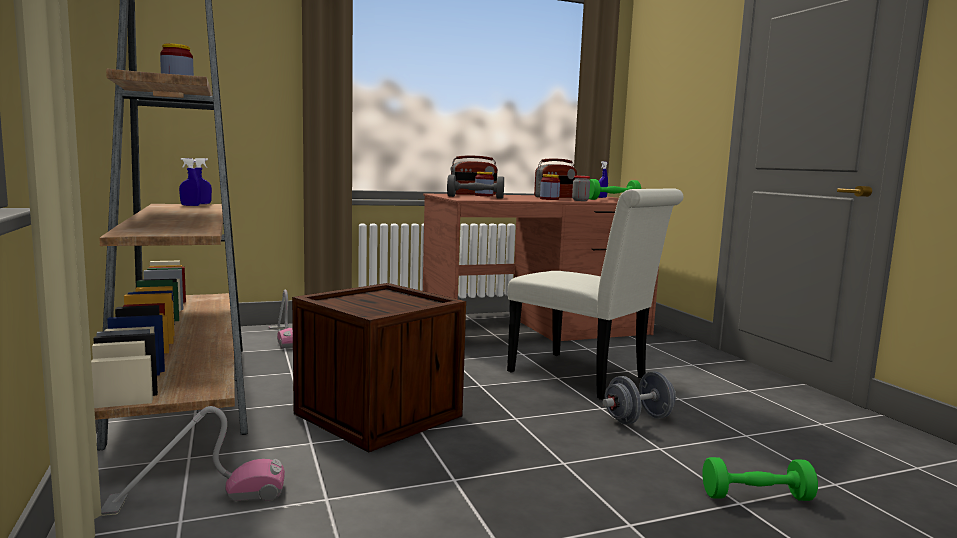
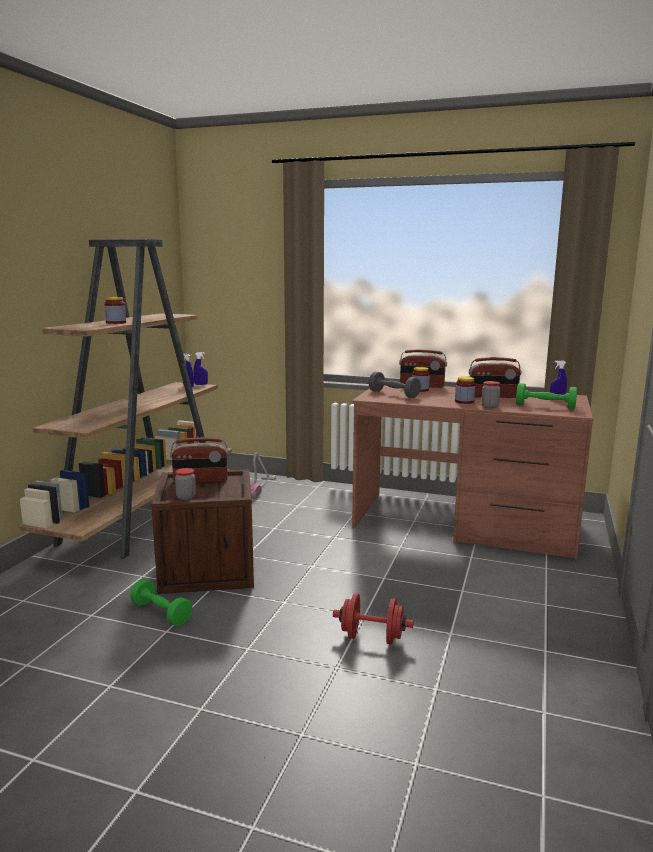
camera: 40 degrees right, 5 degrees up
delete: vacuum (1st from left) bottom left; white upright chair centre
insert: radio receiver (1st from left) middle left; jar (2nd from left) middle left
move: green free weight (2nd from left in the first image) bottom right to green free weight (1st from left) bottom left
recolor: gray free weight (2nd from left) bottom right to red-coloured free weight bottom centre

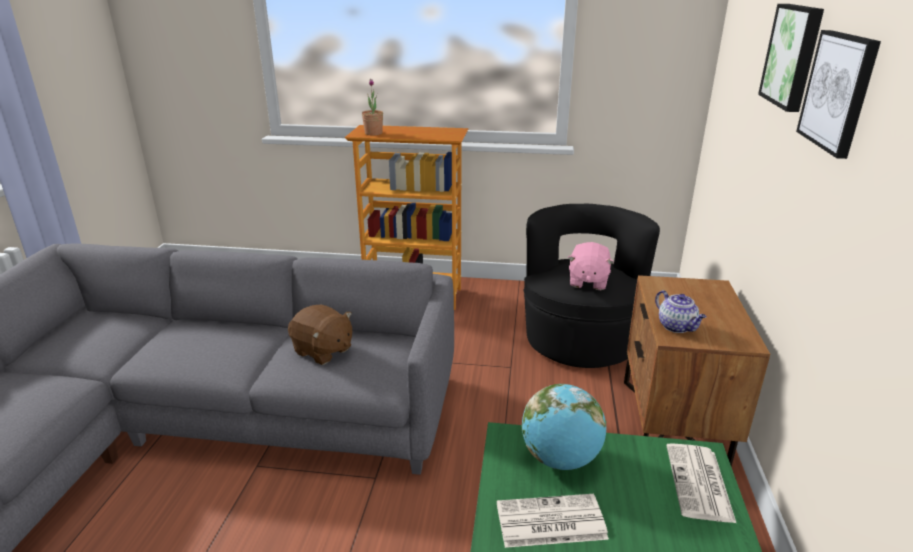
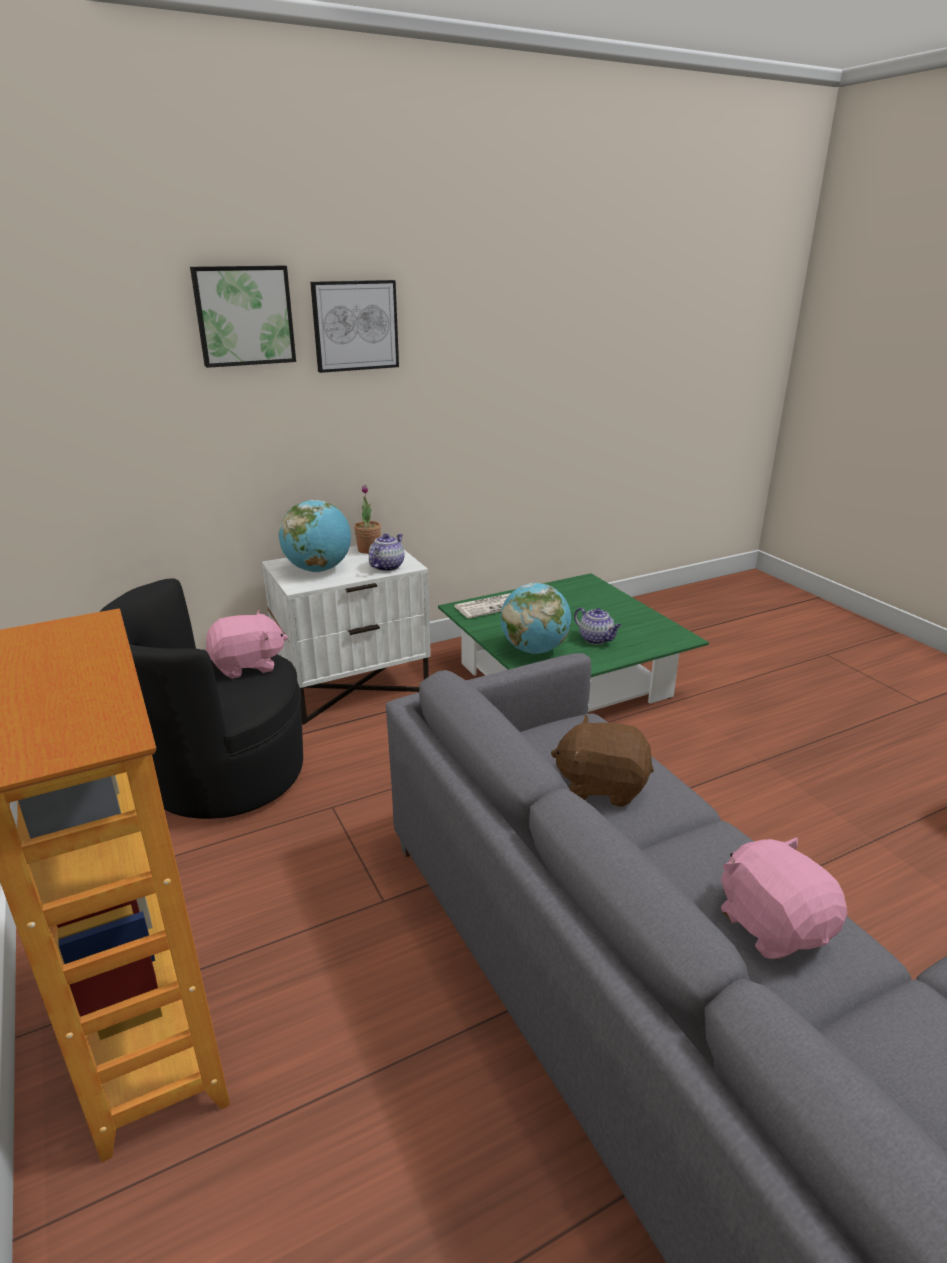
camera: 125 degrees left, 0 degrees up
insert: desk globe (1st from left) middle left; pinkish cuddly toy (2nd from left) bottom right
move: plant in a pot top centre to centre
replace: daily paper (1st from left) bottom centre to pot for tea (2nd from left) centre
recolor: brown nightstand bottom right to white nightstand centre
rotate: brown cuddly toy centre = centre 75 degrees counterclockwise

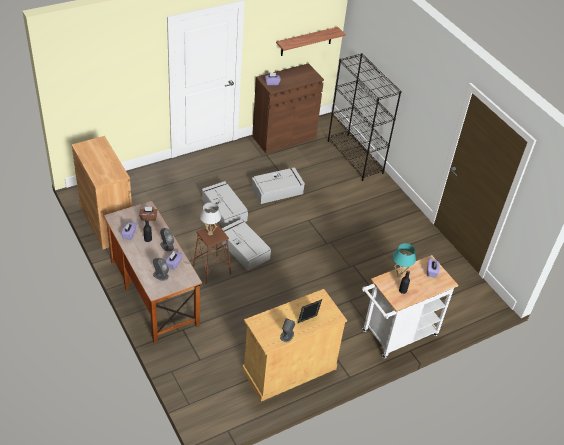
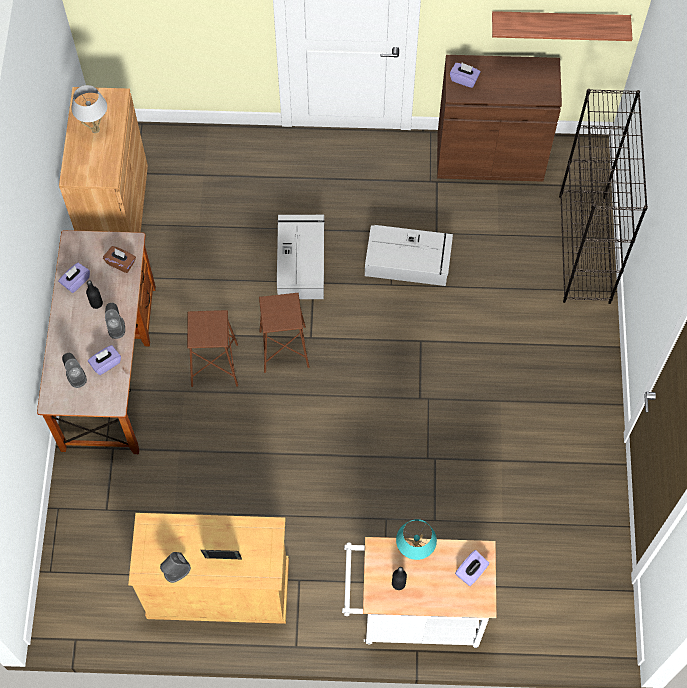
camera: 35 degrees right, 20 degrees up
move: white table lamp centre to top left
replace: gray storage box (2nd from left) centre to brown sitting stool (2nd from left) centre

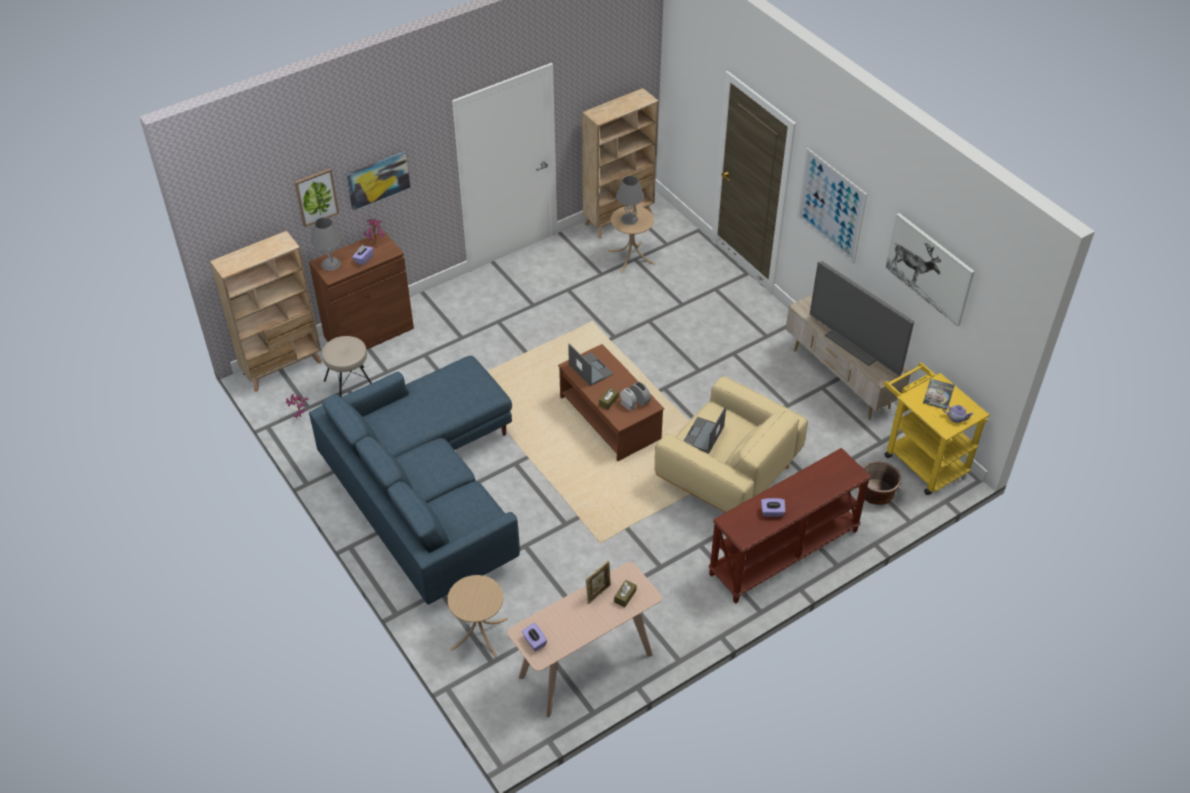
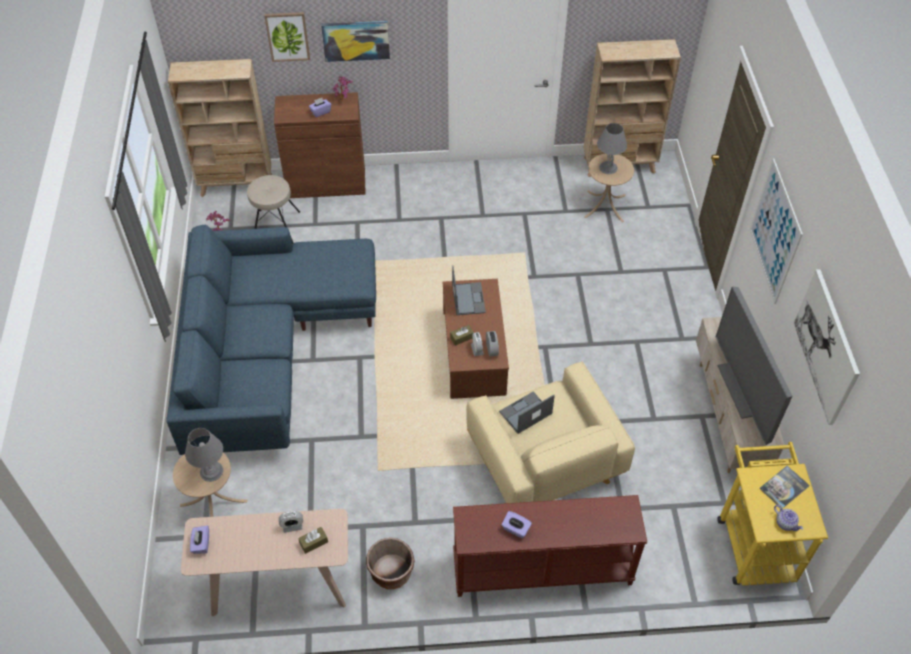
camera: 30 degrees right, 5 degrees up
move: gray table lamp (1st from left) top left to bottom left; brown plant pot middle right to bottom centre
replace: photo frame bottom centre to alarm clock (1st from left) bottom left

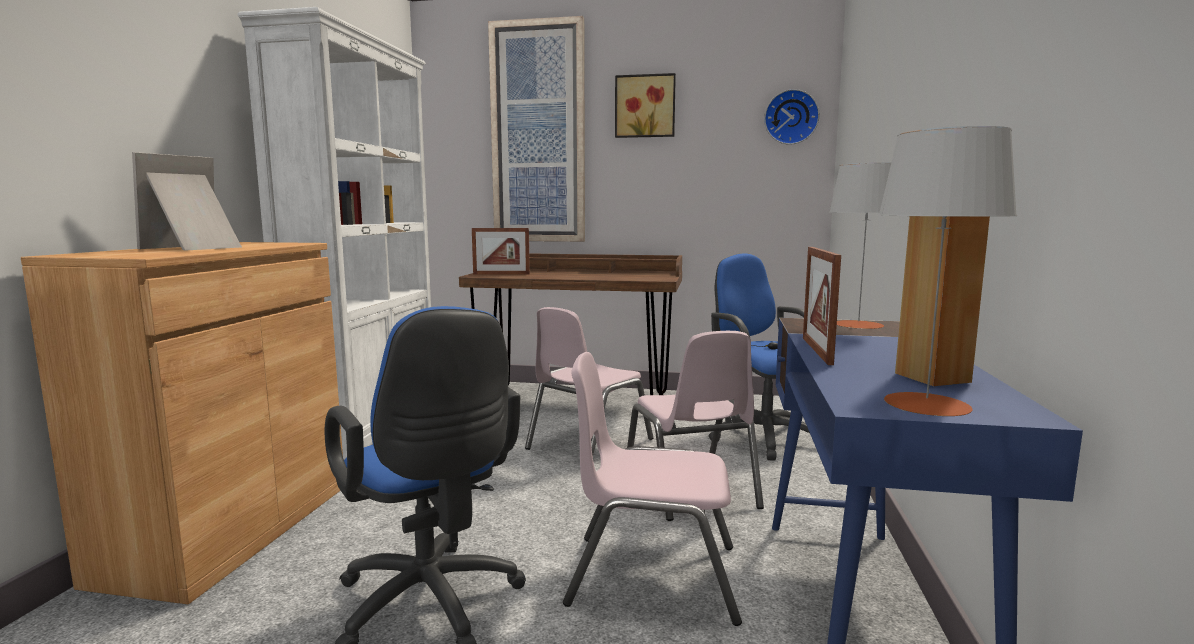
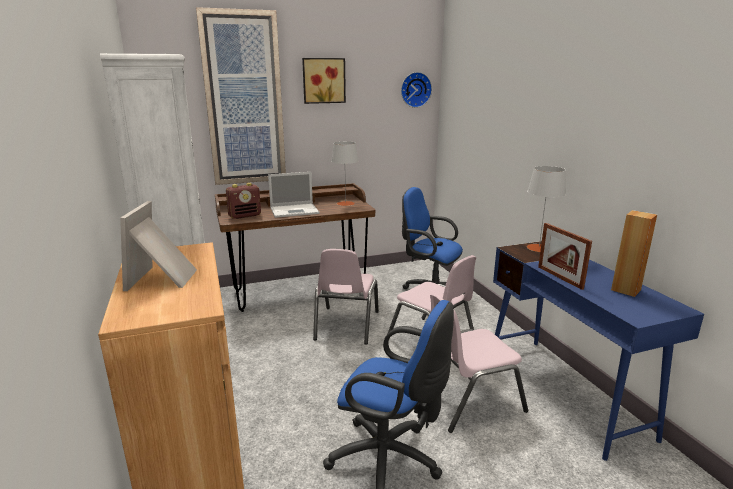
camera: 30 degrees left, 10 degrees up
insert: laptop centre
move: gray table lamp (2nd from left in the first image) middle right to gray table lamp (1st from left) centre
replace: photo frame (2nd from left) centre to radio receiver middle left

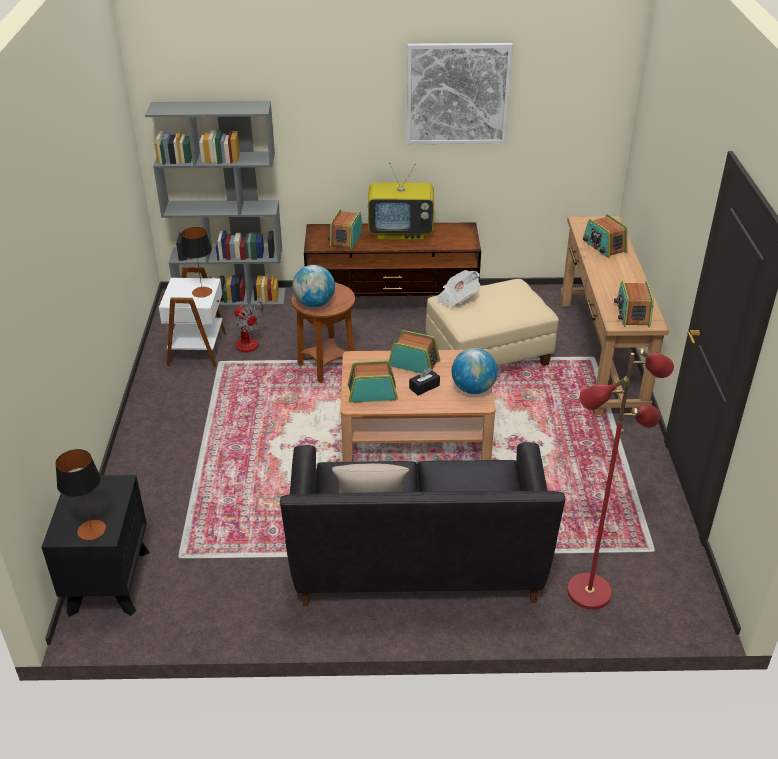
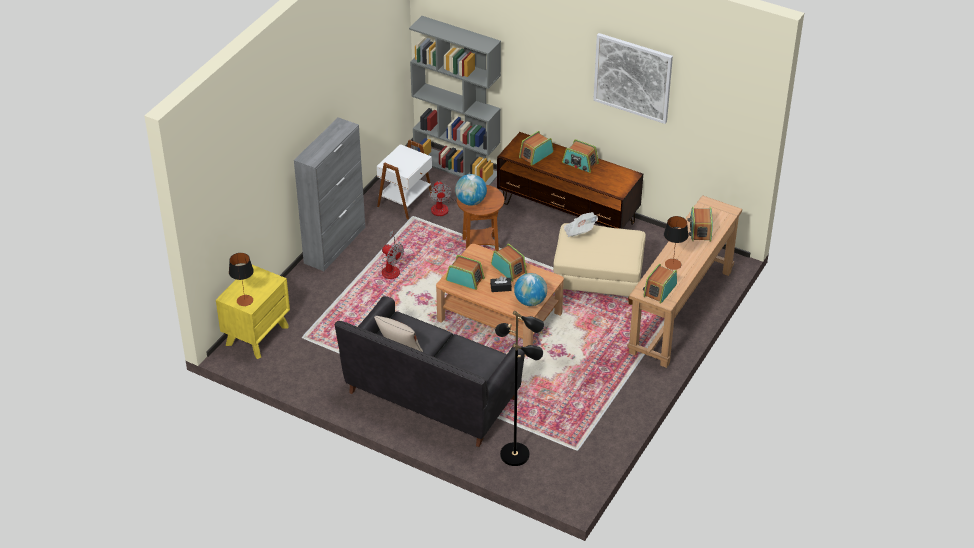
camera: 30 degrees right, 5 degrees up
insert: gray storage cabinet centre; electric fan (1st from left) centre
move: table lamp (2nd from left) middle left to middle right
replace: television top centre to radio receiver (4th from left) top centre
recolor: black-coloured nightstand bottom left to yellow nightstand middle left; red-coloured standard lamp middle right to black-coloured standard lamp bottom centre

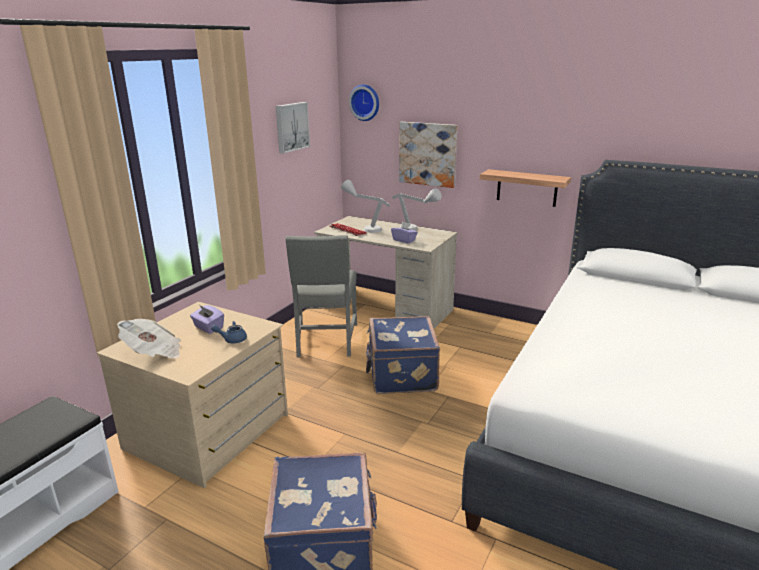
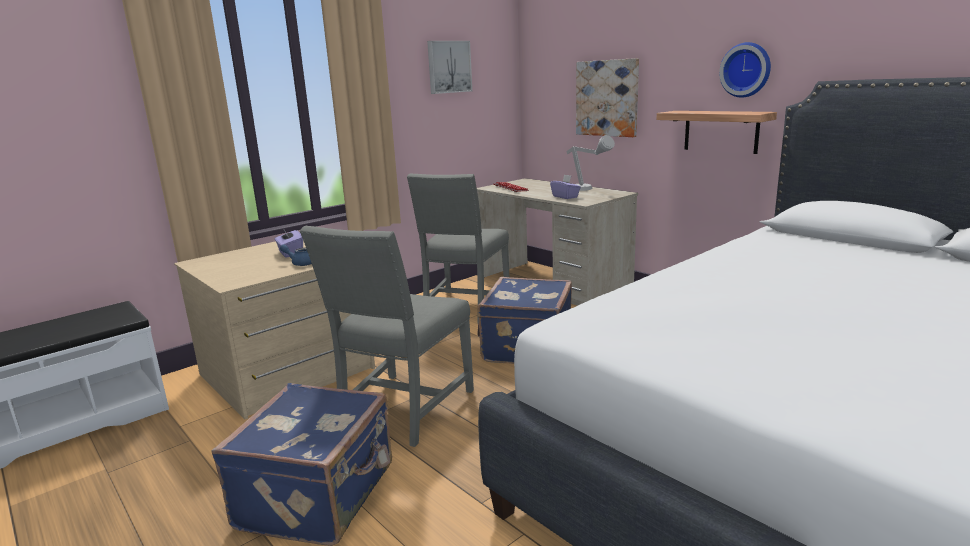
camera: 20 degrees right, 5 degrees down
delete: daily paper middle left; gray table lamp (1st from left) centre
insert: gray upright chair (1st from left) centre
move: wall clock top centre to top right

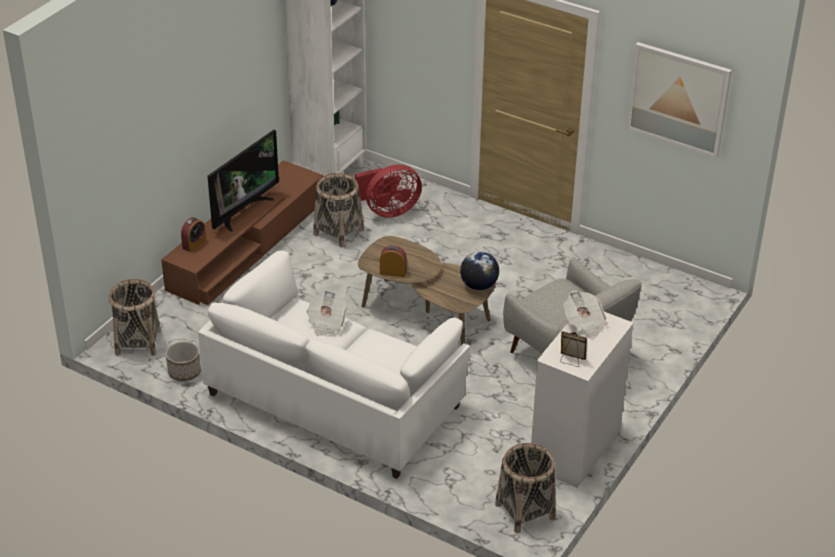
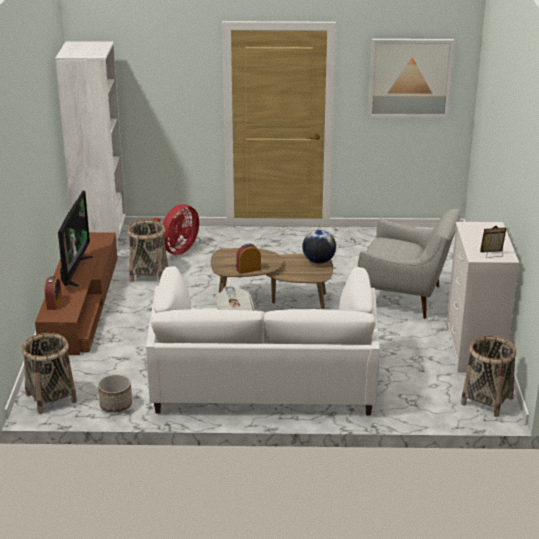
camera: 30 degrees left, 10 degrees down
delete: daily paper (2nd from left) middle right

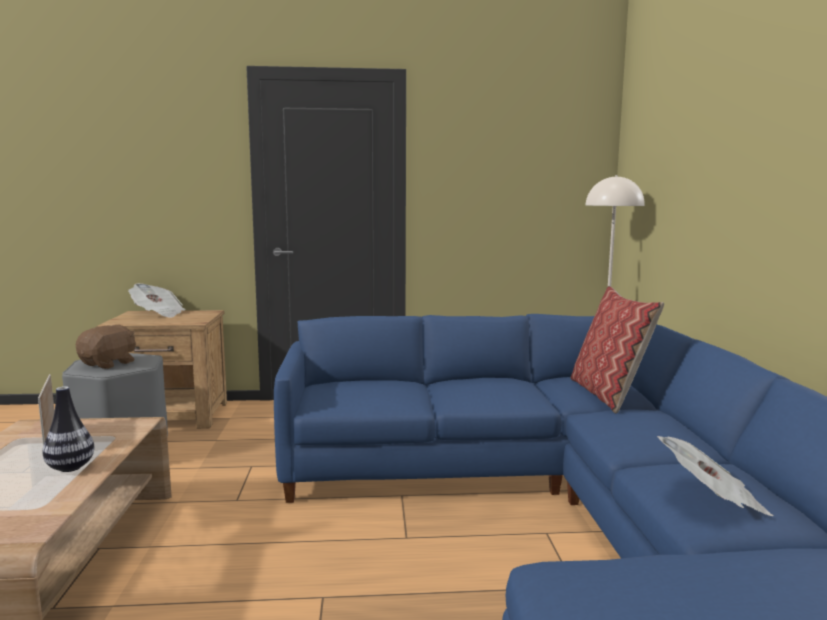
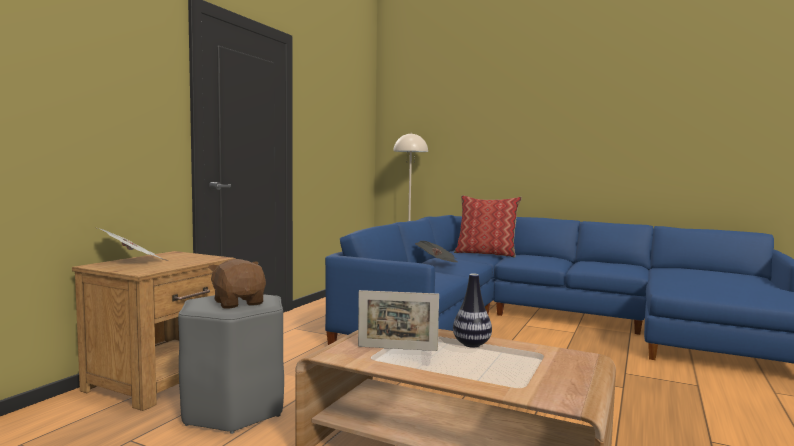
camera: 60 degrees left, 5 degrees down
move: daily paper (2nd from left) bottom right to centre

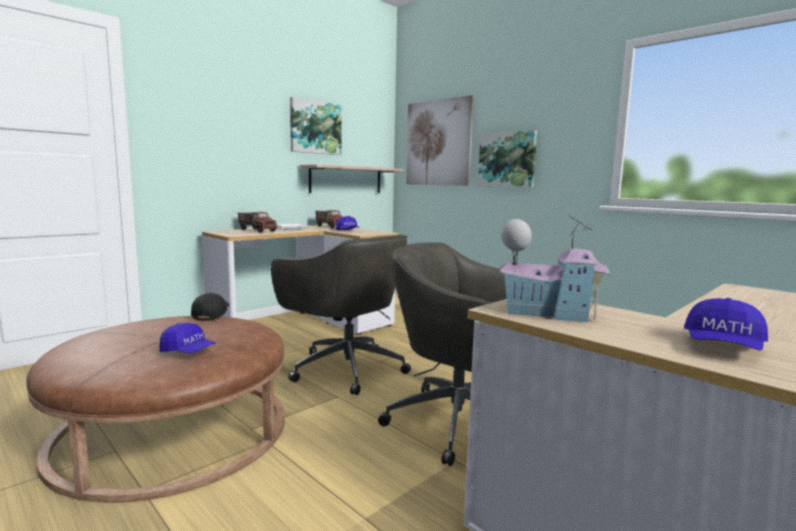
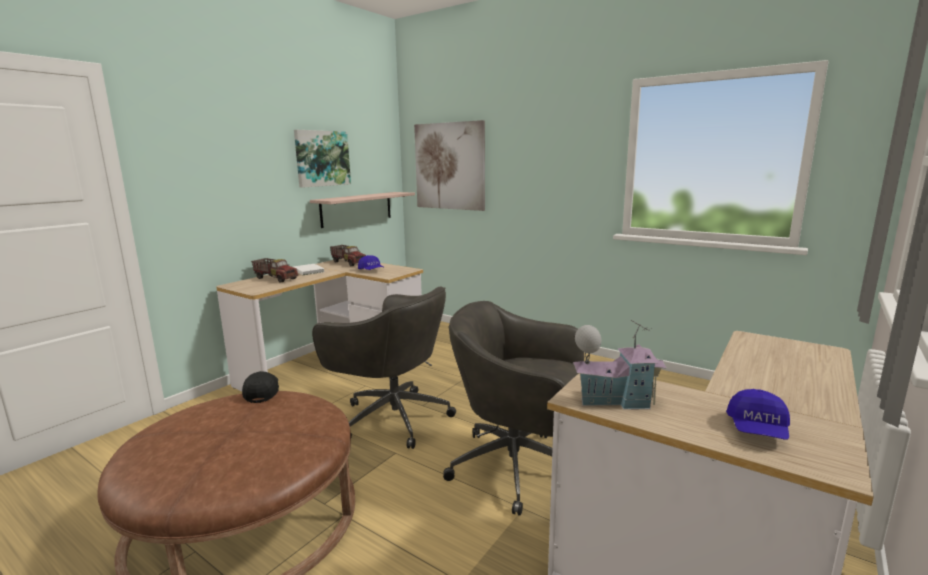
camera: 10 degrees left, 5 degrees up
delete: blue baseball cap (1st from left) middle left; wall art (3rd from left) top centre

